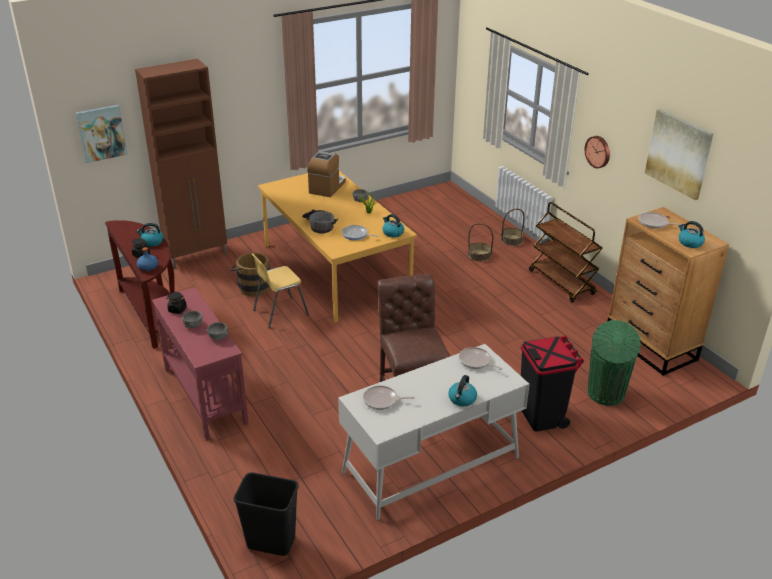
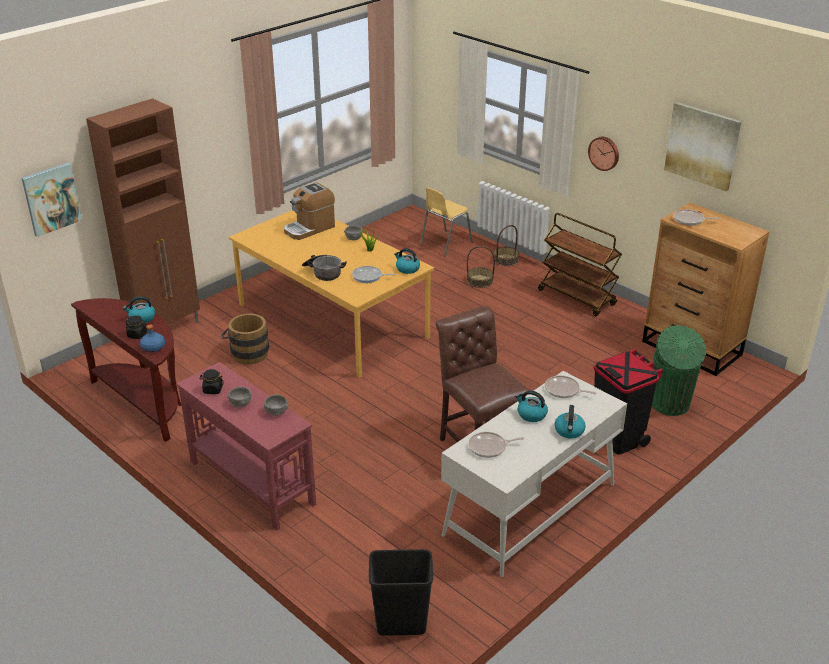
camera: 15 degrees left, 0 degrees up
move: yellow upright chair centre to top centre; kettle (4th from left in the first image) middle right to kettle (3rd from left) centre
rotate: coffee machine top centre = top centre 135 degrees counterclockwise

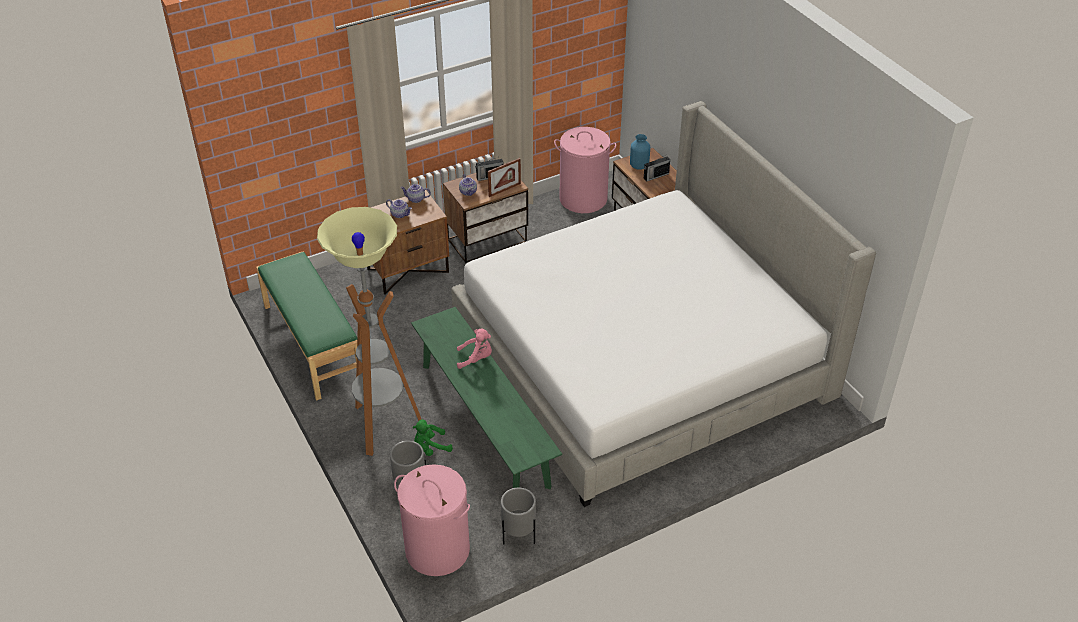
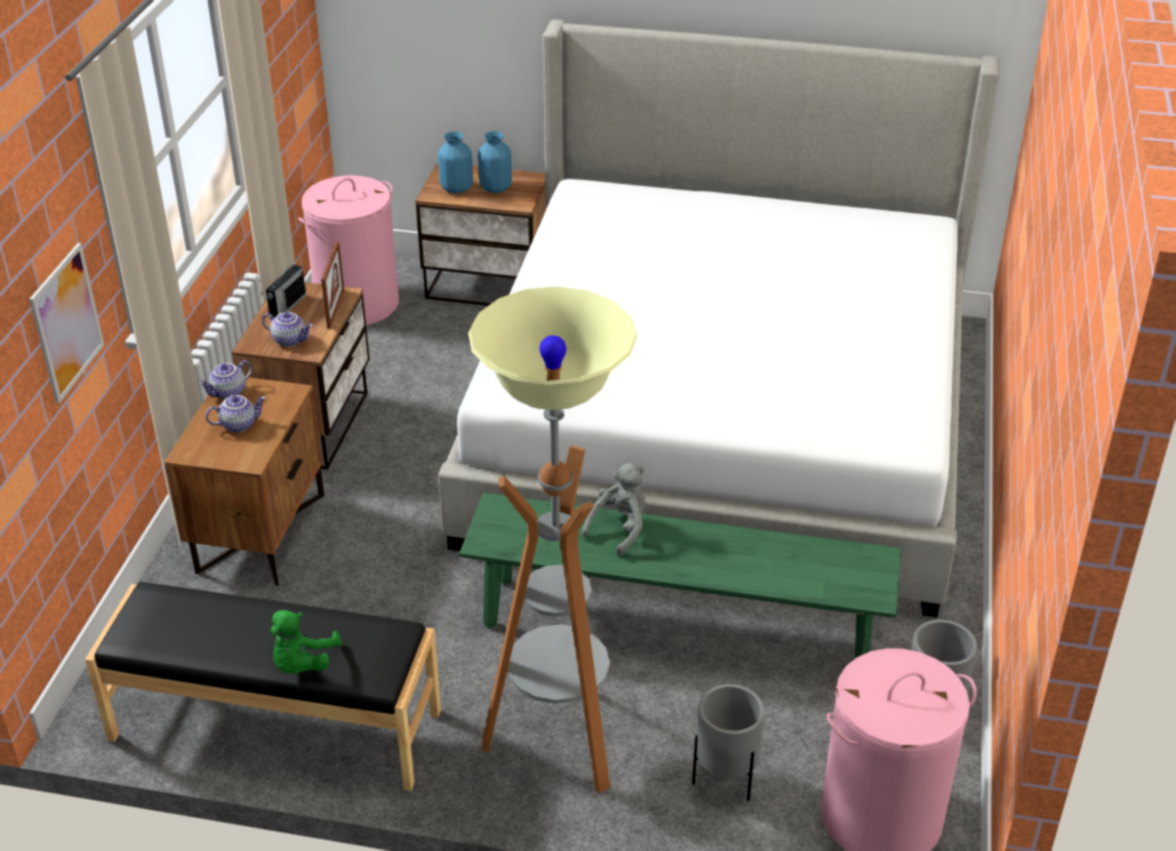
camera: 50 degrees left, 5 degrees down
insert: wall art middle left
move: green cuddly toy bottom centre to bottom left
replace: radio receiver (2nd from left) top centre to blue vase (2nd from left) top centre
recolor: green indoor bench (1st from left) middle left to black-coloured indoor bench bottom left; pinkish cuddly toy centre to gray cuddly toy centre

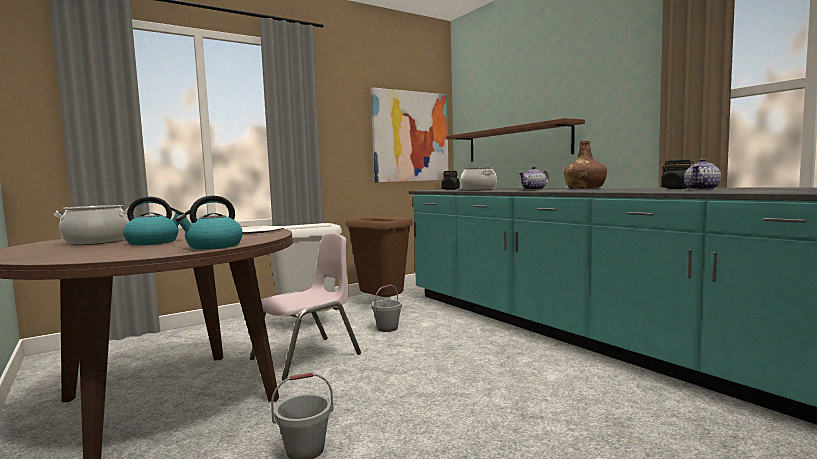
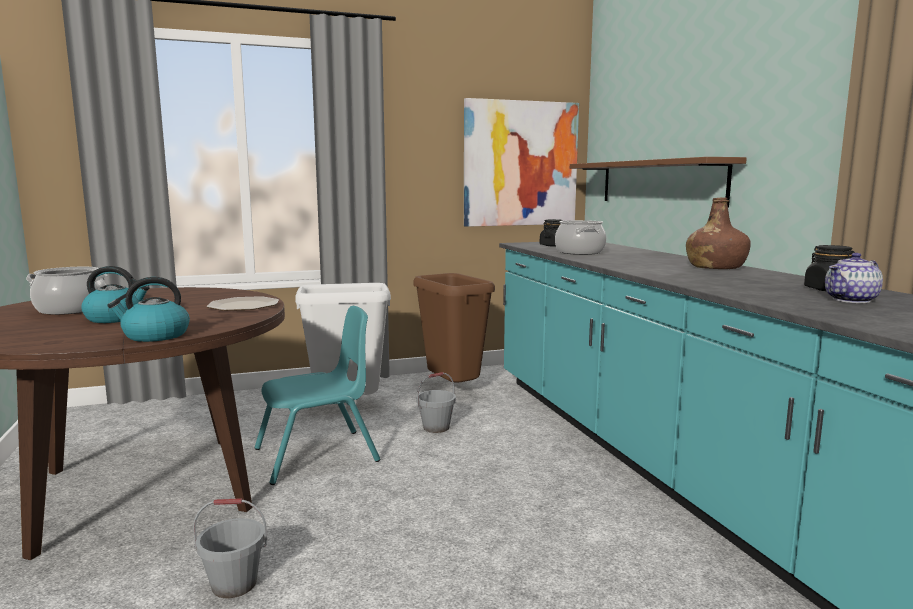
camera: 15 degrees right, 5 degrees up
delete: pot for tea (1st from left) centre
recolor: pinkish upright chair bottom centre to turquoise upright chair centre

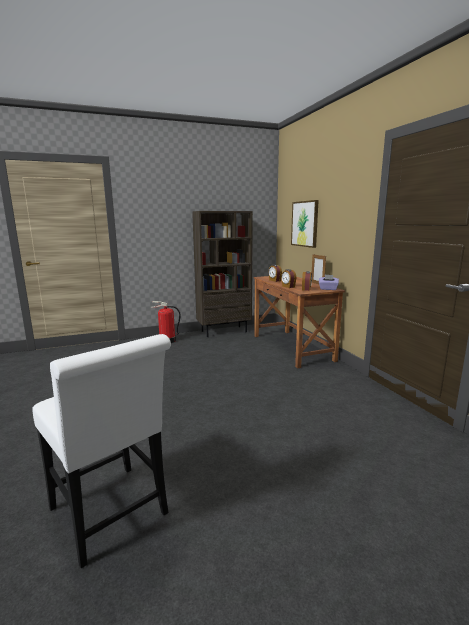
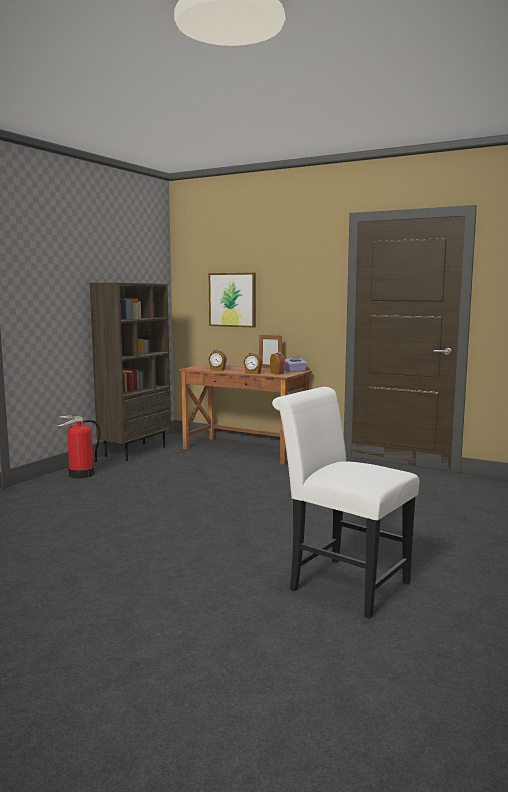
camera: 40 degrees left, 5 degrees down
rotate: white upright chair bottom left = middle right 150 degrees counterclockwise

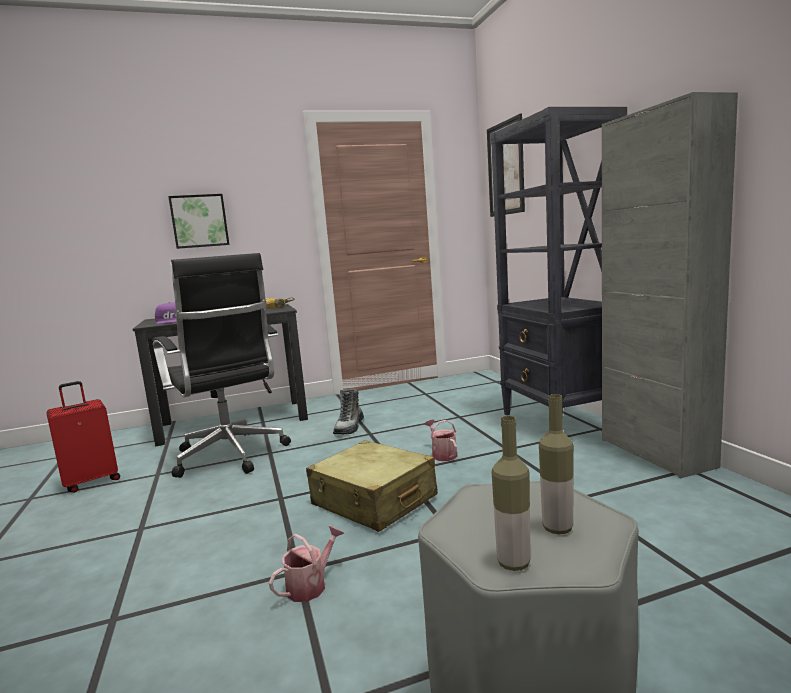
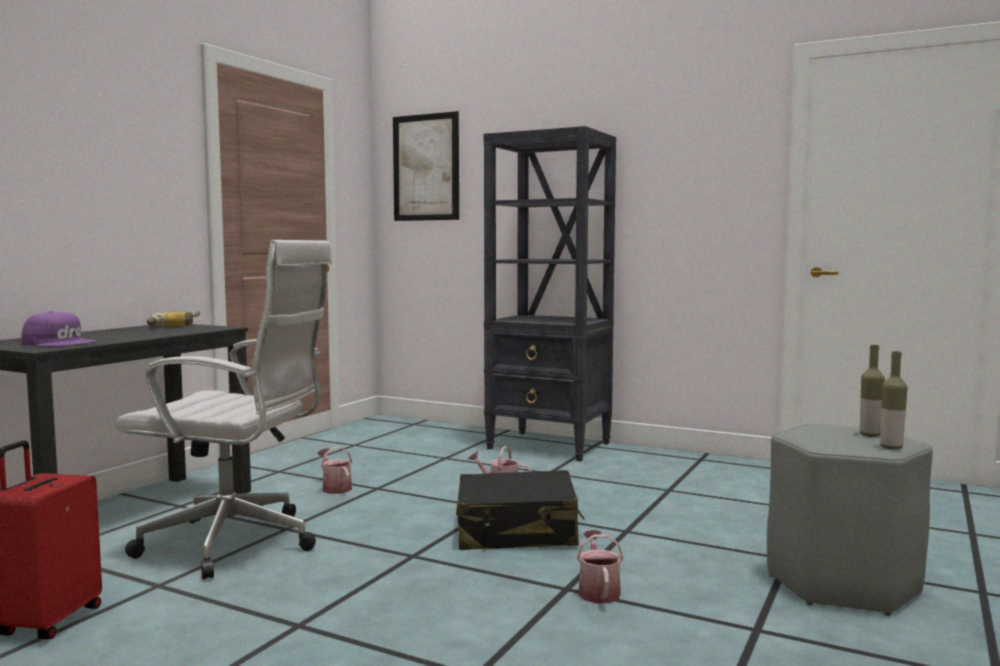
camera: 45 degrees left, 5 degrees down
delete: wall art (1st from left) top left; gray storage cabinet middle right
replace: tall boot centre to sprinkling can (1st from left) bottom centre
recolor: black-coloured computer chair middle left to white computer chair middle left; sand-coloured travel case bottom centre to black-coloured travel case bottom centre

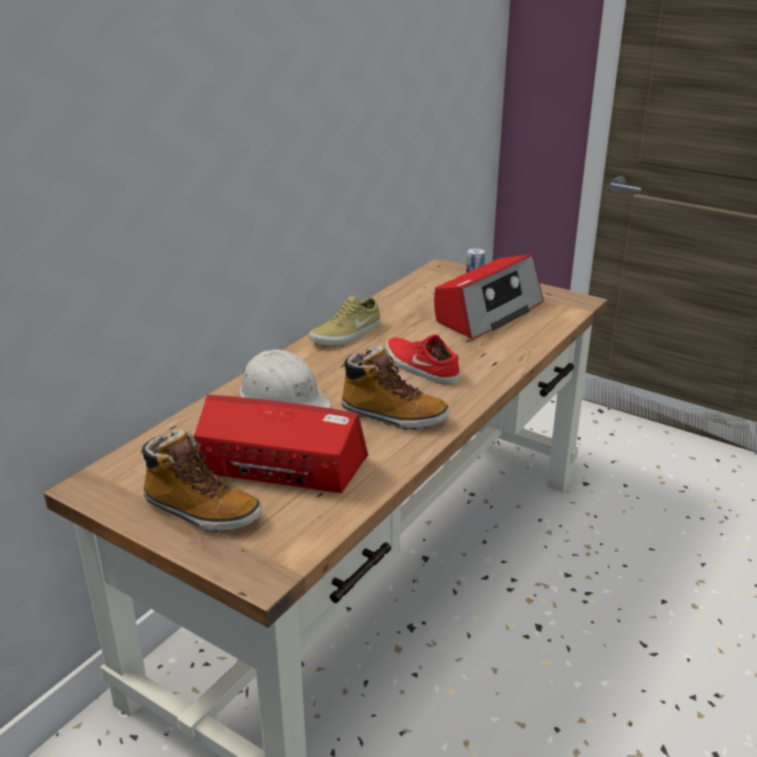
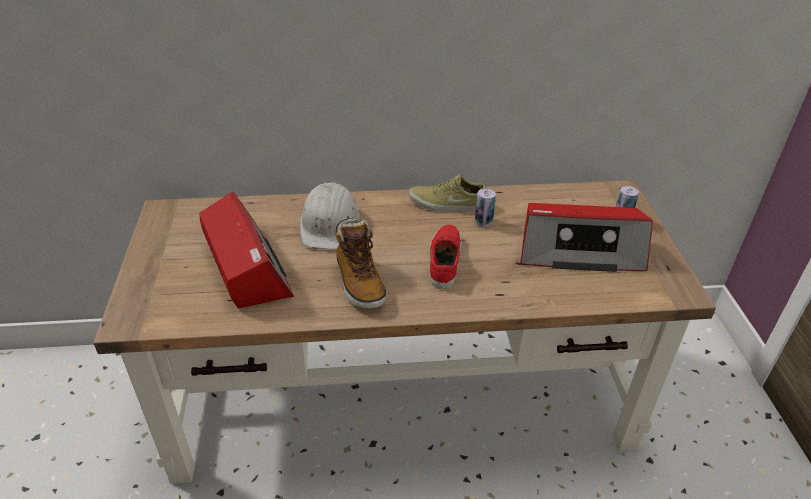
camera: 50 degrees right, 10 degrees up
delete: tall boot (1st from left) middle left
insert: sealed can (1st from left) centre

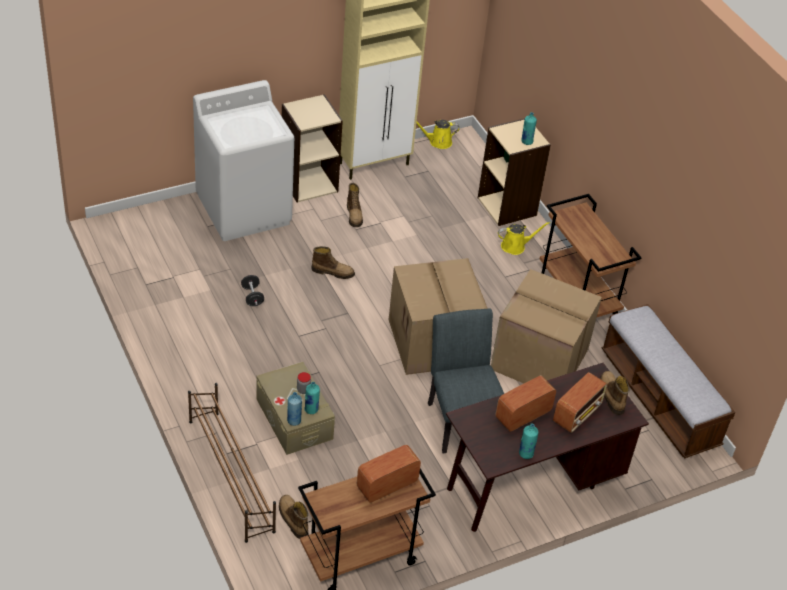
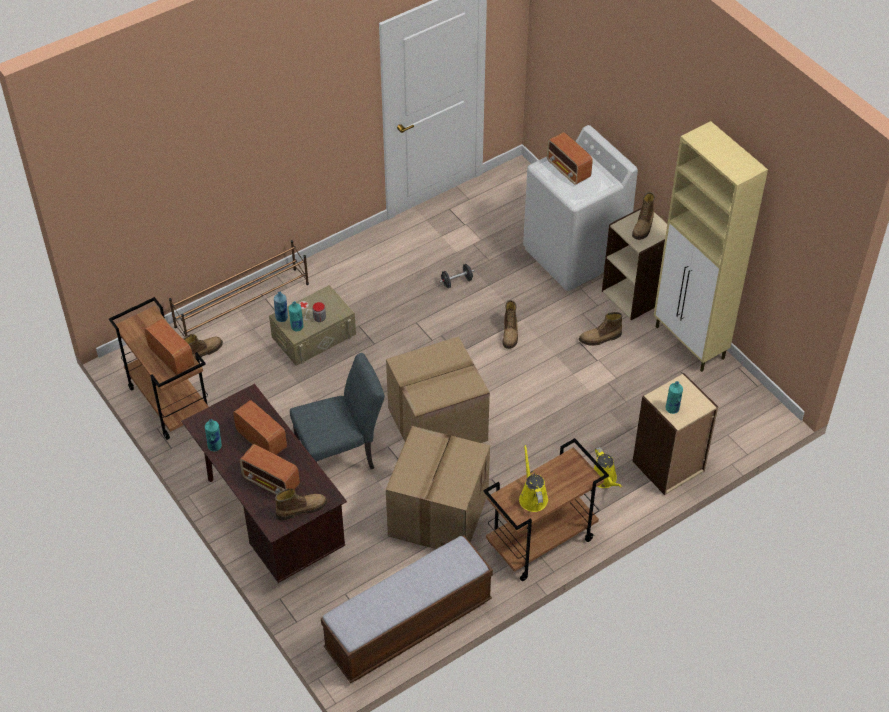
camera: 85 degrees right, 5 degrees up
insert: radio receiver (4th from left) top centre; tall boot (5th from left) top right
move: yellow sprinkling can (1st from left) top centre to bottom centre

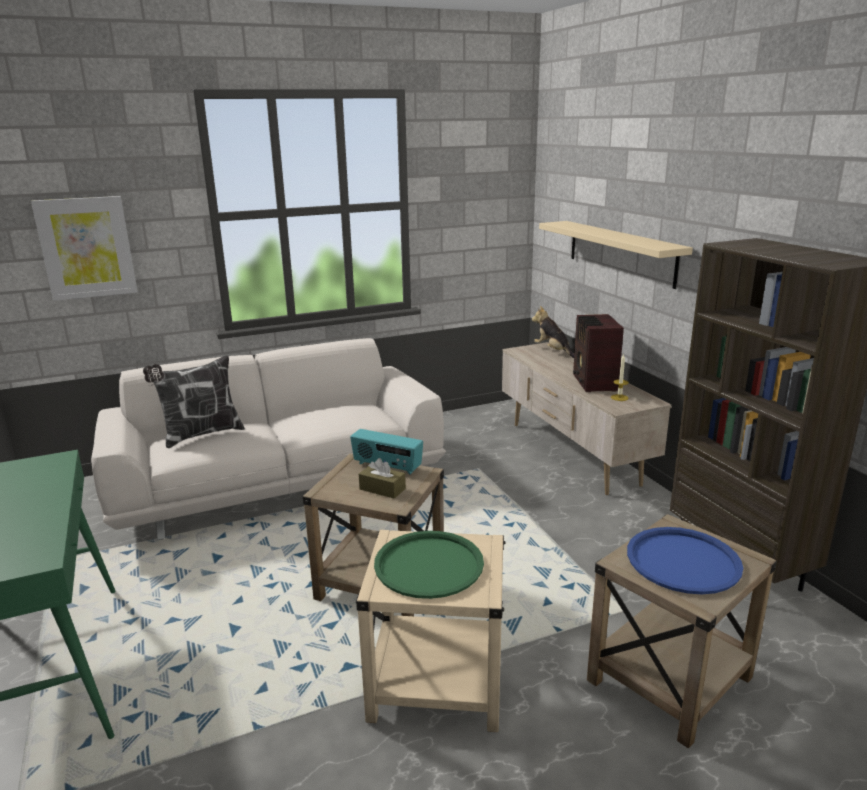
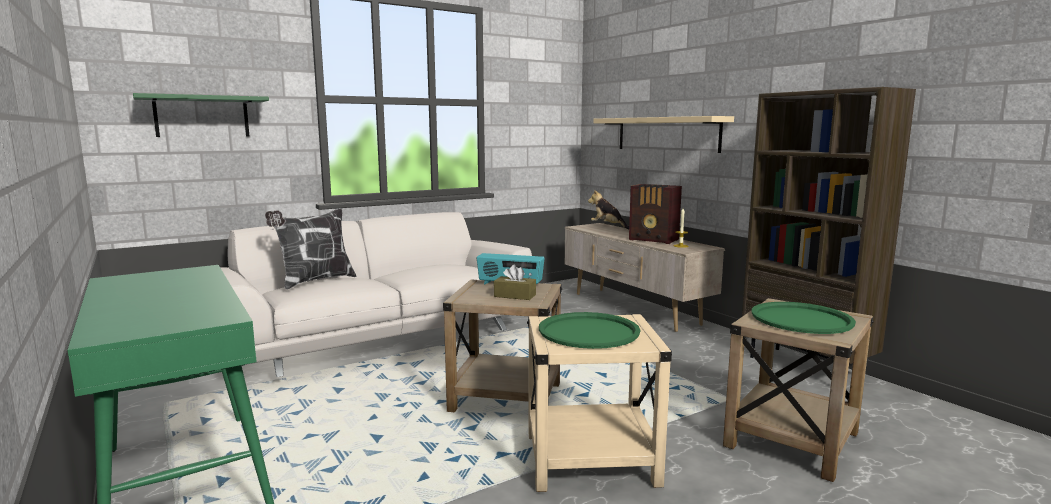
camera: 10 degrees left, 10 degrees down
replace: wall art top left to green bracket shelf top left
recolor: blue serving tray bottom right to green serving tray (2nd from left) middle right
rotate: radio receiver (2nd from left) middle right = centre 45 degrees counterclockwise

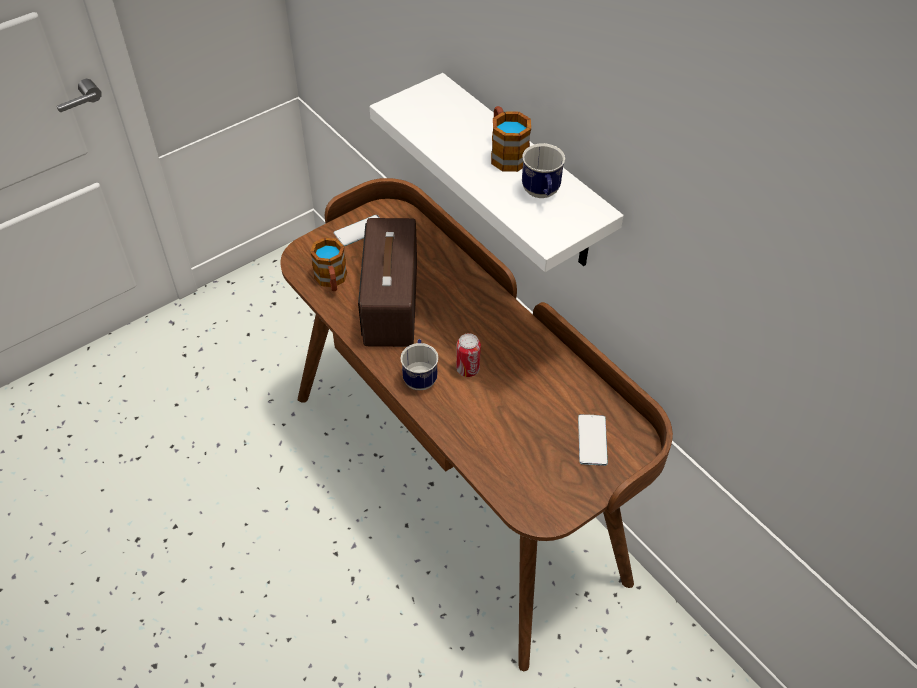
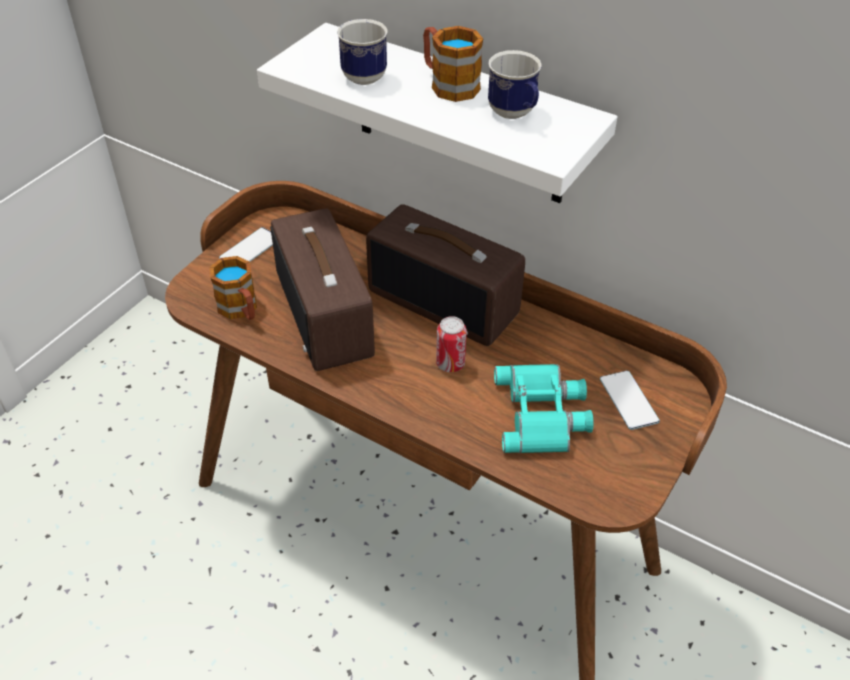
camera: 20 degrees left, 5 degrees down
insert: radio receiver (2nd from left) centre; turquoise pair of binoculars centre
move: tea mug (2nd from left) centre to top centre

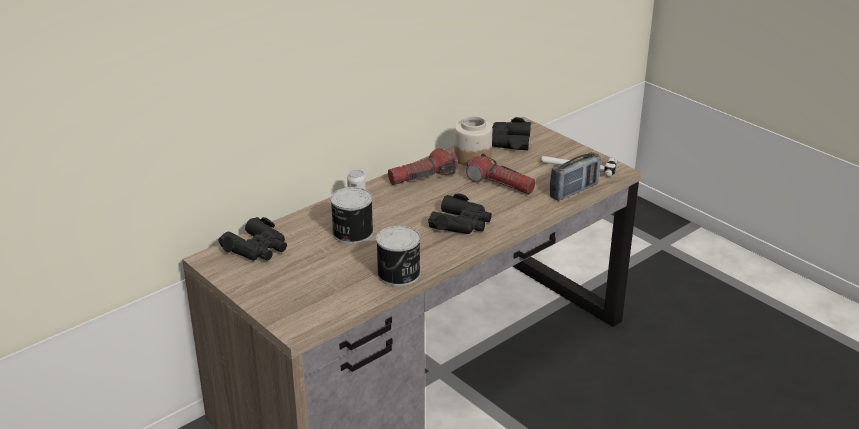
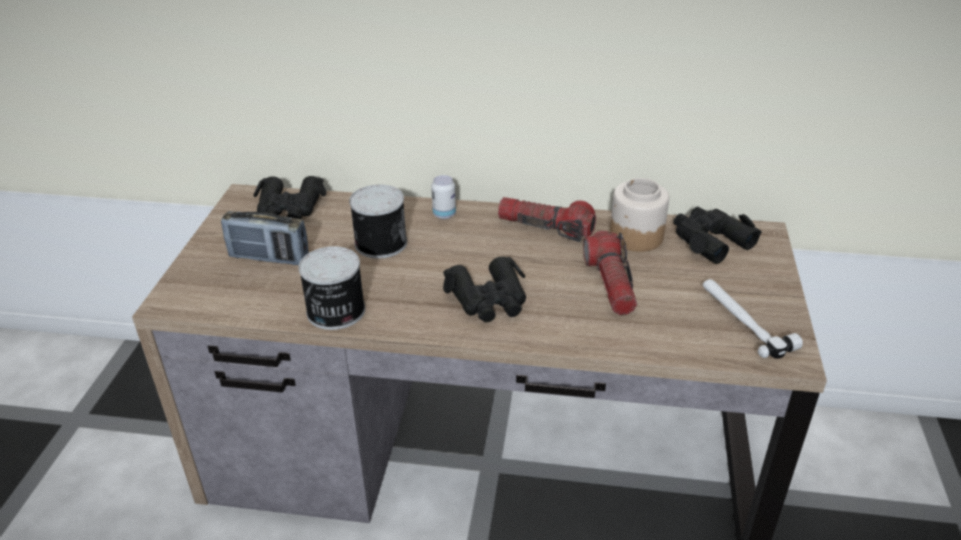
camera: 50 degrees right, 5 degrees up
move: radio receiver middle right to middle left

